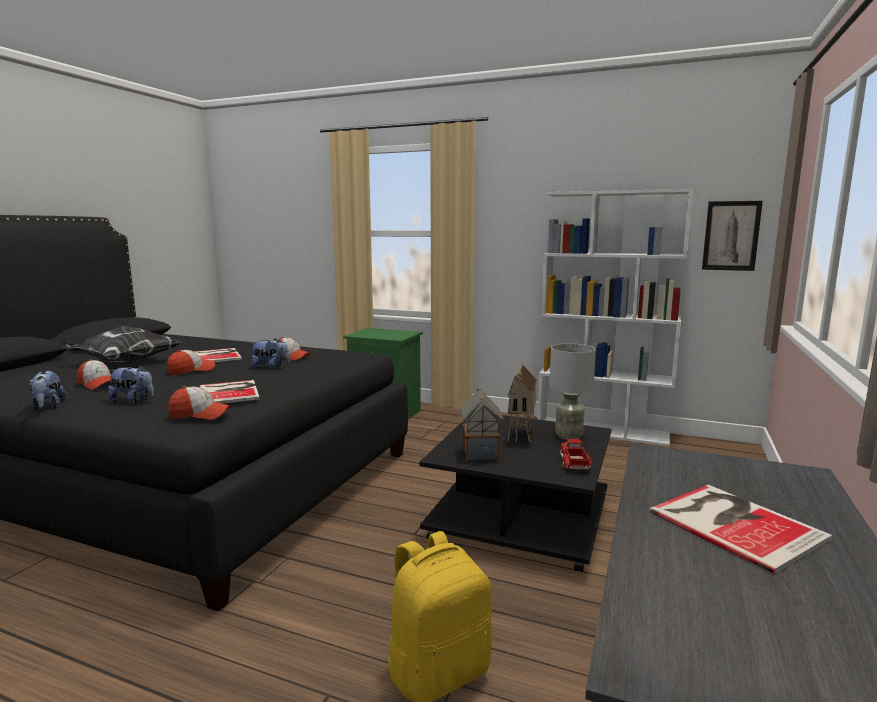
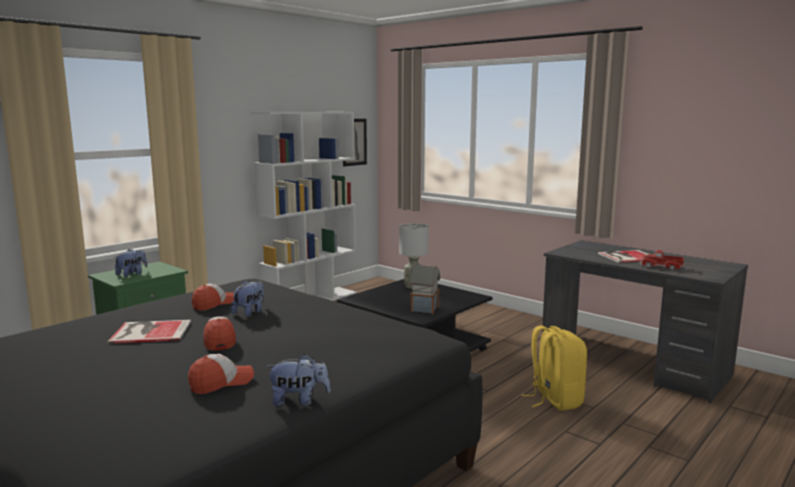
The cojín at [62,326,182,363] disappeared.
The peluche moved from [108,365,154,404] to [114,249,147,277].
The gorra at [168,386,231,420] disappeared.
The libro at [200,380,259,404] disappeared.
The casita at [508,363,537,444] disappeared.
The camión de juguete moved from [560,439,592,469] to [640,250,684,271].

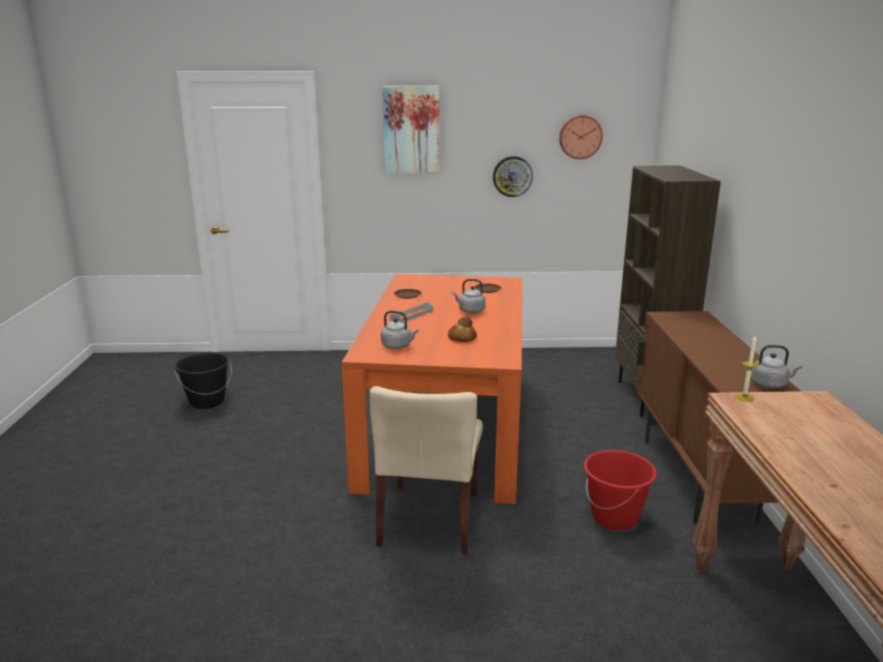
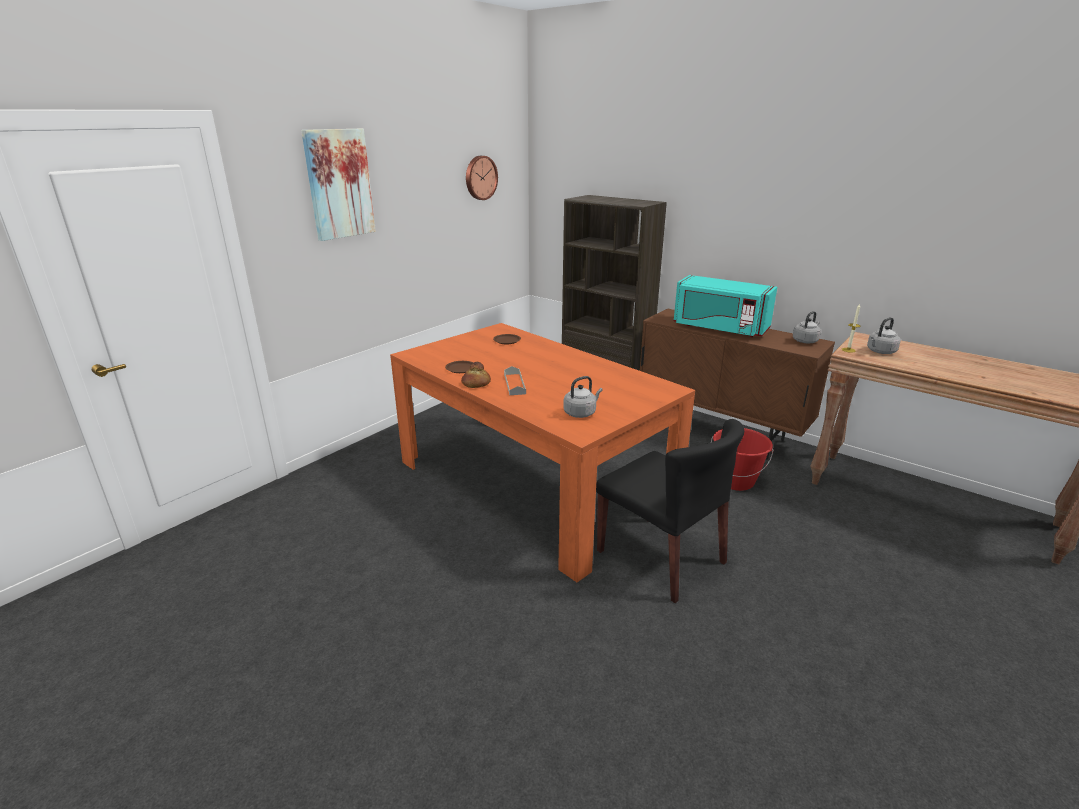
The cubo [negro] at [174,353,232,409] disappeared.
The silla [beis] at [370,386,483,554] became the silla [negro] at [596,419,744,603].
The pan moved from [448,317,477,342] to [461,362,491,388].
The hervidor [gris] moved from [452,279,486,313] to [867,317,900,354].
The reloj de pared at [493,156,533,197] disappeared.
The microondas [turquesa] at [674,275,777,337] appeared.

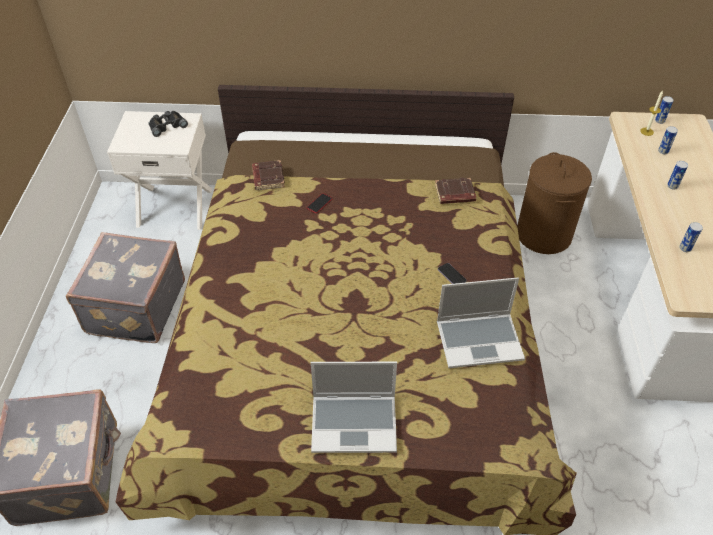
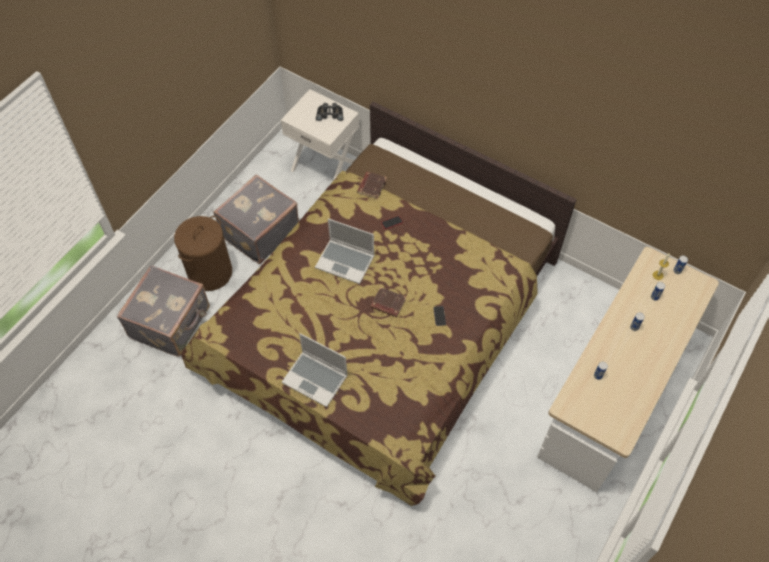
The libro [marrón] moved from [435,178,476,204] to [371,287,406,317].
The portátil moved from [437,277,525,368] to [315,218,375,284].
The cesto de la ropa [marrón] moved from [517,152,592,254] to [174,216,232,291].

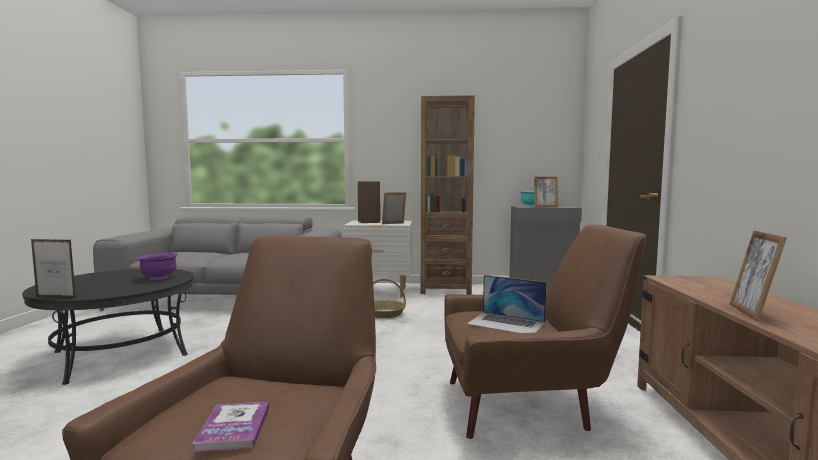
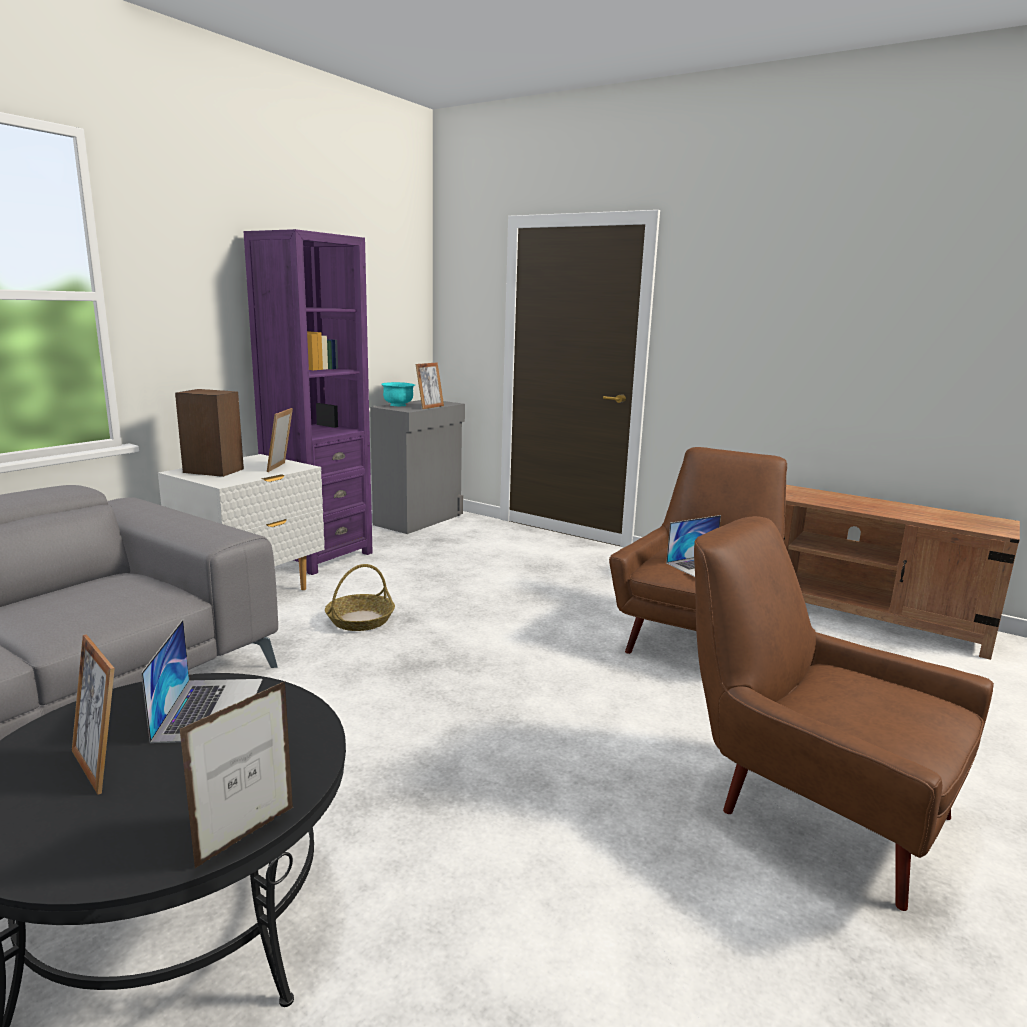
The cuenco [morado] at [136,253,178,280] was replaced by the portátil at [141,620,262,743].
The libro at [192,402,269,452] disappeared.
The estantería [marrón] at [421,95,475,295] became the estantería [morado] at [244,229,373,575].
The portarretratos moved from [729,230,787,321] to [72,634,115,795].

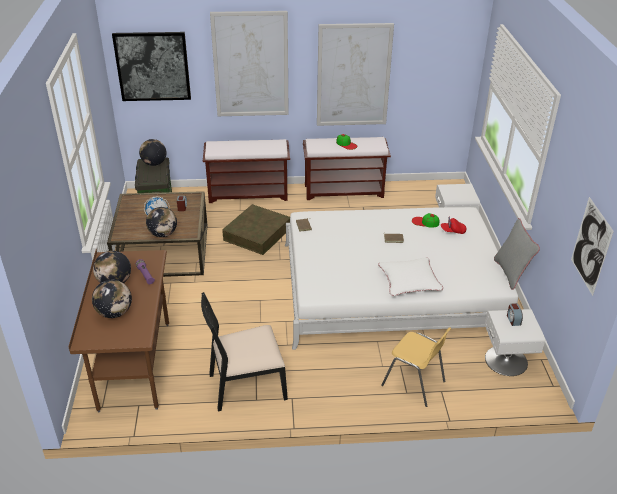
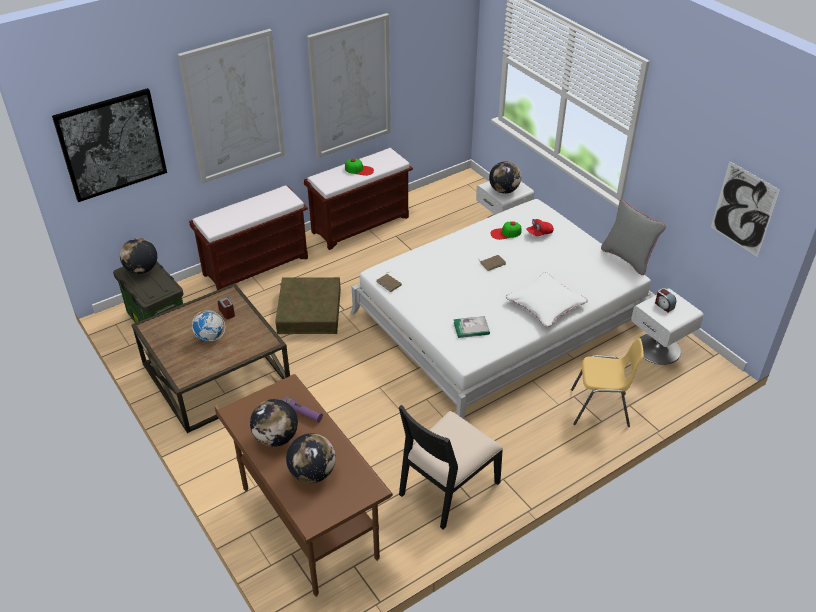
The globo terráqueo moved from [146,207,177,237] to [489,161,521,194].
The libro at [454,316,490,338] appeared.

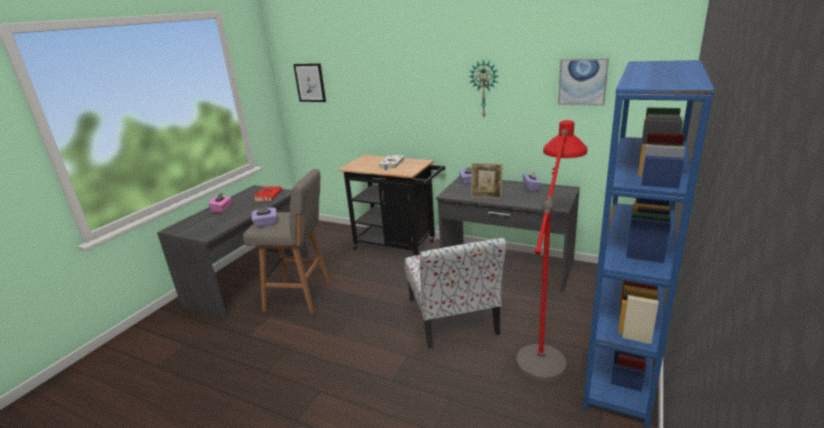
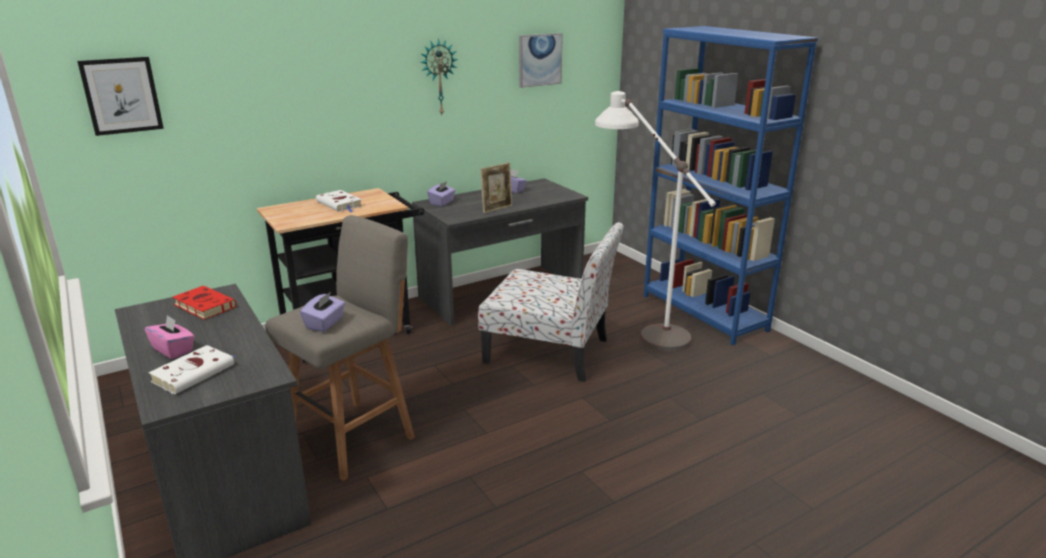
The lámpara de pie [rojo] at [515,120,587,382] became the lámpara de pie [blanco] at [595,91,716,352].
The libro [blanco] at [148,345,236,394] appeared.

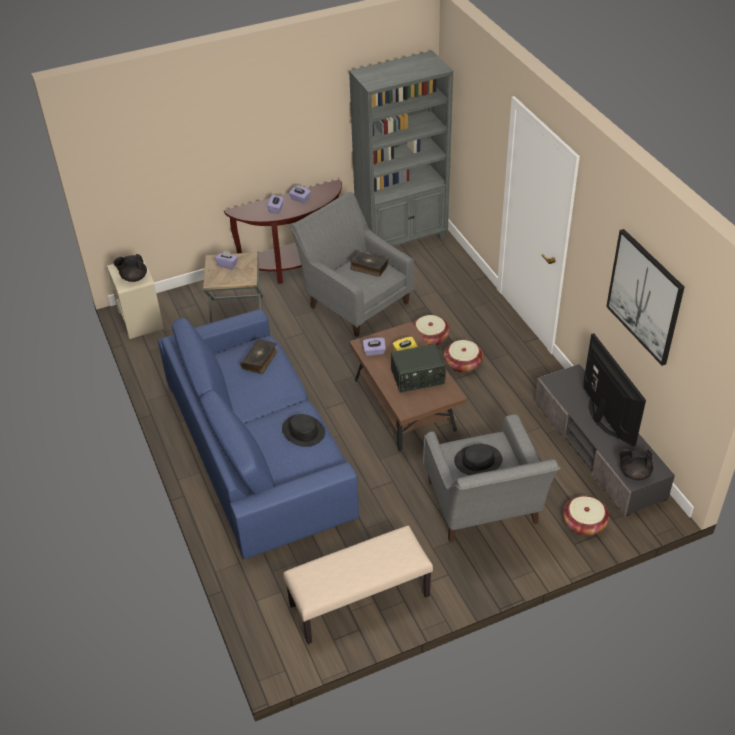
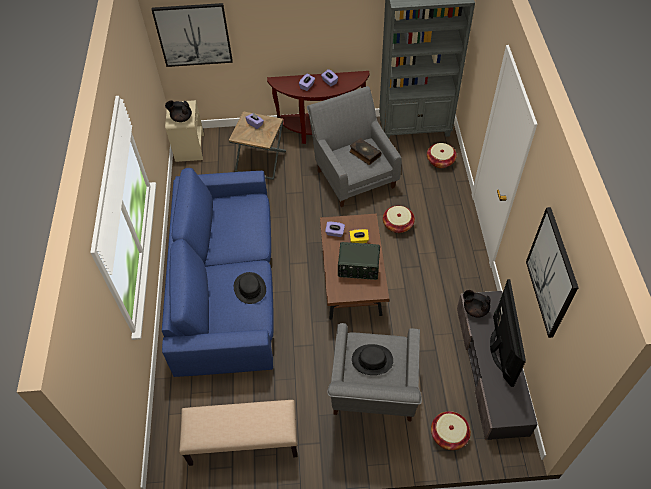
The libro at [240,339,278,374] disappeared.
The cesta moved from [444,340,483,373] to [427,143,457,168].
The tetera [negro] moved from [619,449,653,480] to [463,290,491,317].
The cuadro at [152,3,233,67] appeared.

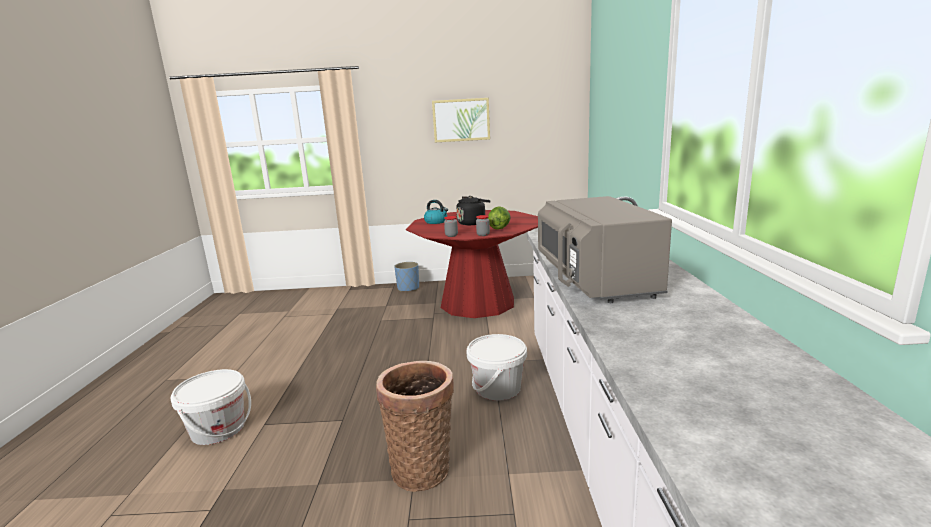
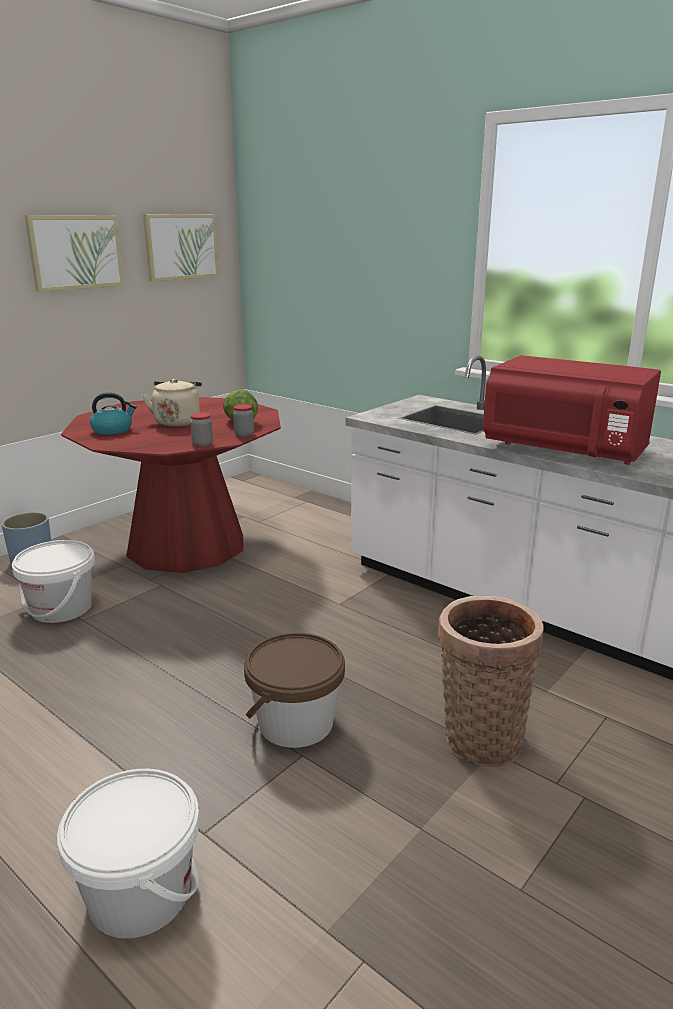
The hervidor [negro] at [456,196,490,225] became the hervidor [beis] at [142,379,202,427].
The cubo [blanco] moved from [466,334,527,401] to [12,540,95,623].
The microondas [gris] at [538,196,672,303] became the microondas [rojo] at [483,355,661,465].
The cuadro at [143,214,219,282] appeared.
The cubo [marrón] at [244,633,345,748] appeared.

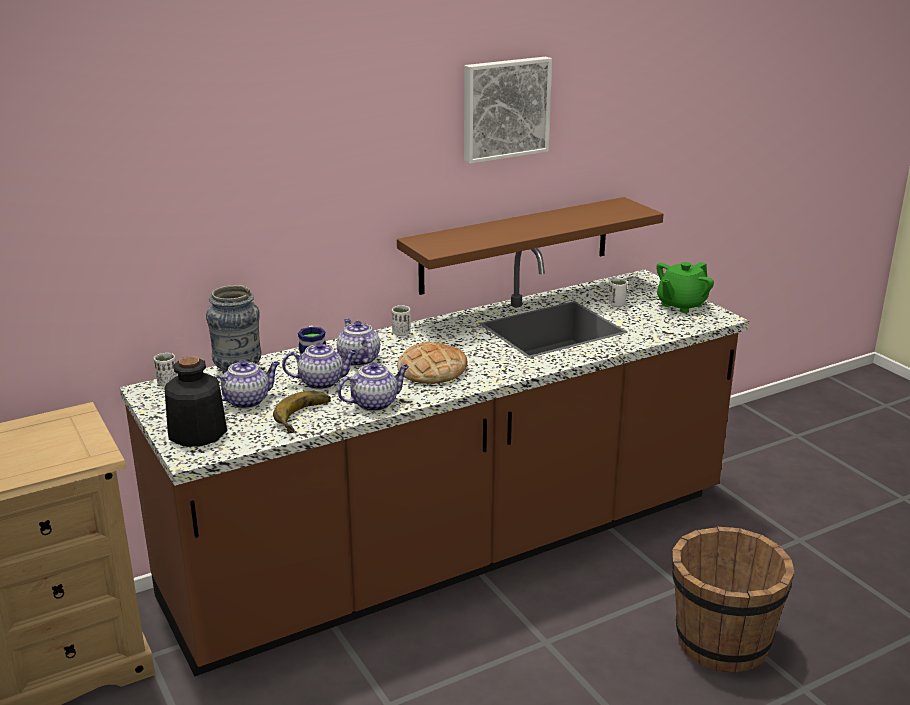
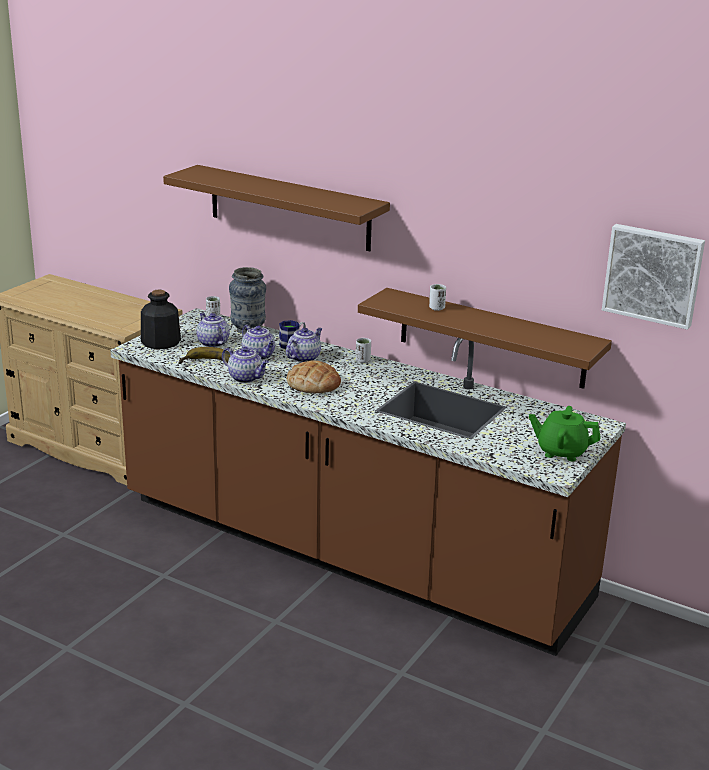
The tetera at [214,360,280,409] turned 150 degrees counterclockwise.
The cuadro moved from [464,56,552,164] to [602,224,705,330].
The taza [blanco] moved from [609,278,627,307] to [429,284,446,311].
The cubo [marrón] at [672,527,795,673] disappeared.
The estante [marrón] at [163,165,390,251] appeared.

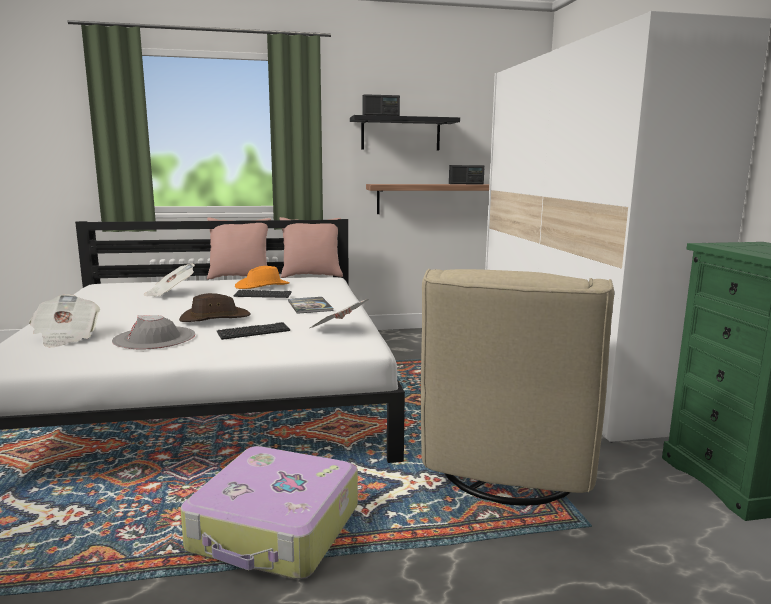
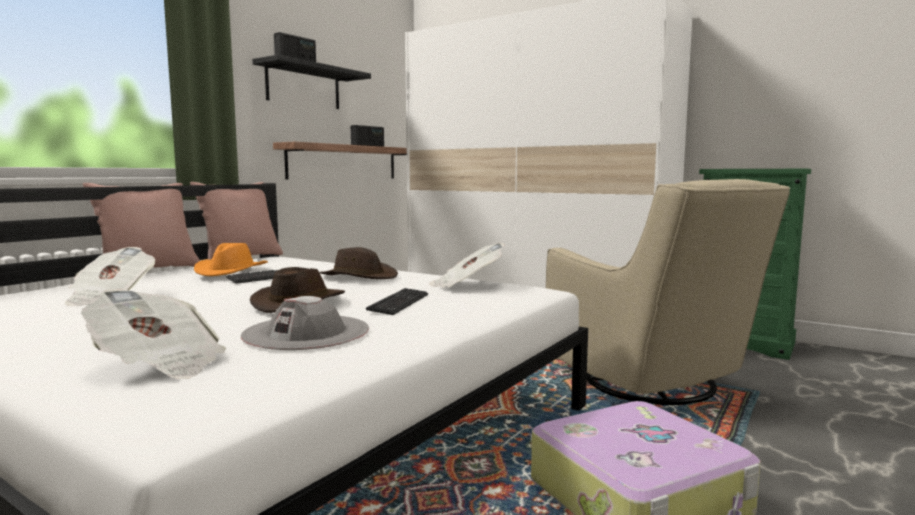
The libro at [288,297,334,314] was replaced by the sombrero [marrón] at [320,247,398,279].

